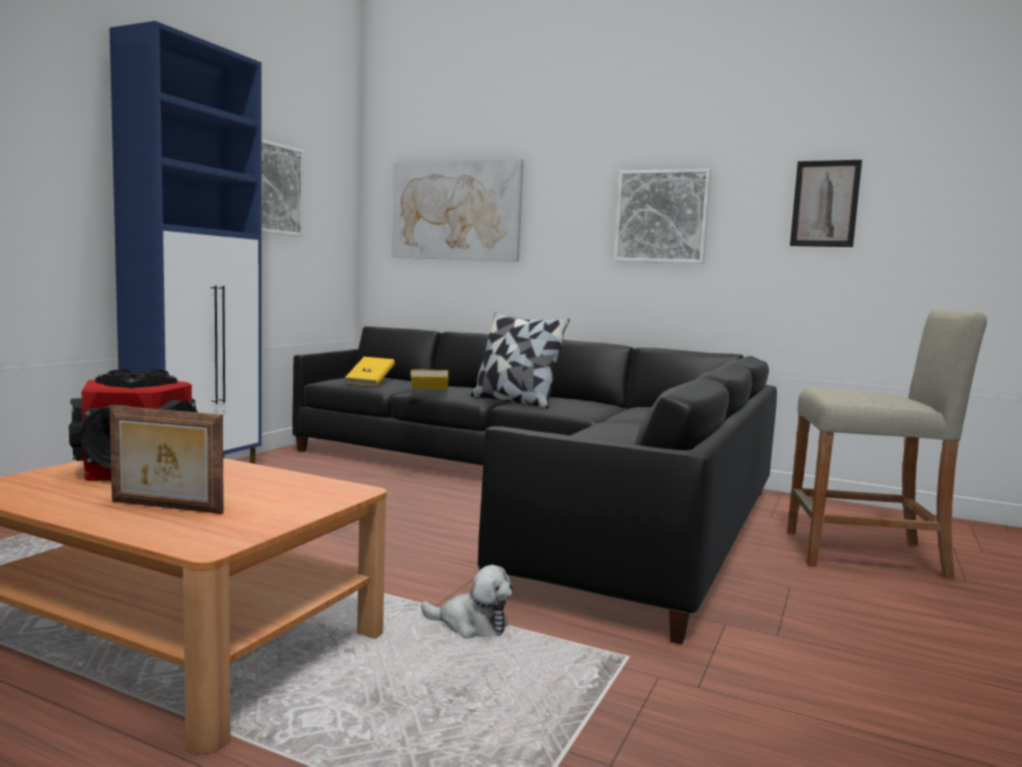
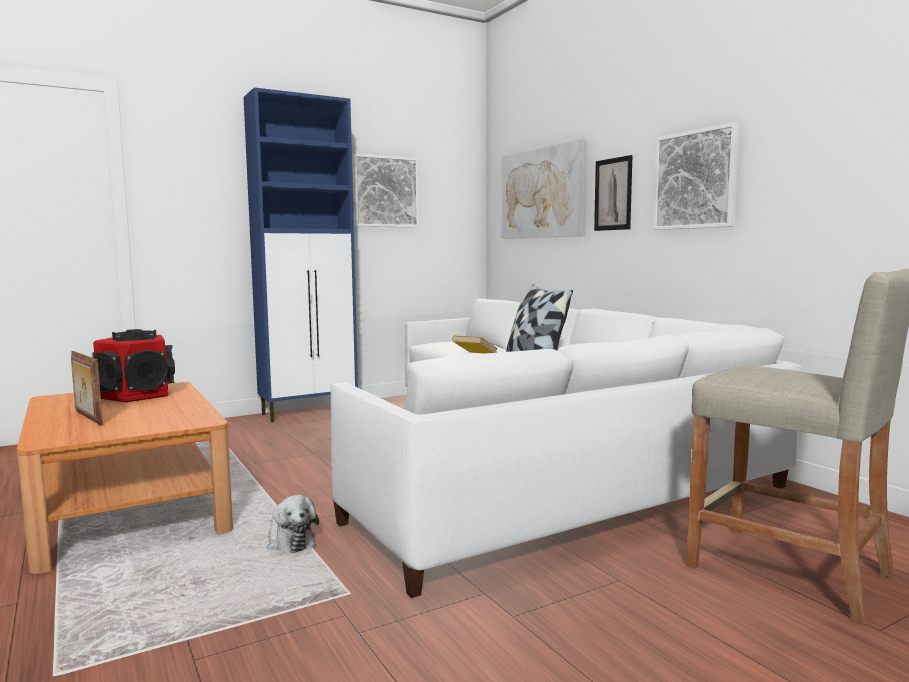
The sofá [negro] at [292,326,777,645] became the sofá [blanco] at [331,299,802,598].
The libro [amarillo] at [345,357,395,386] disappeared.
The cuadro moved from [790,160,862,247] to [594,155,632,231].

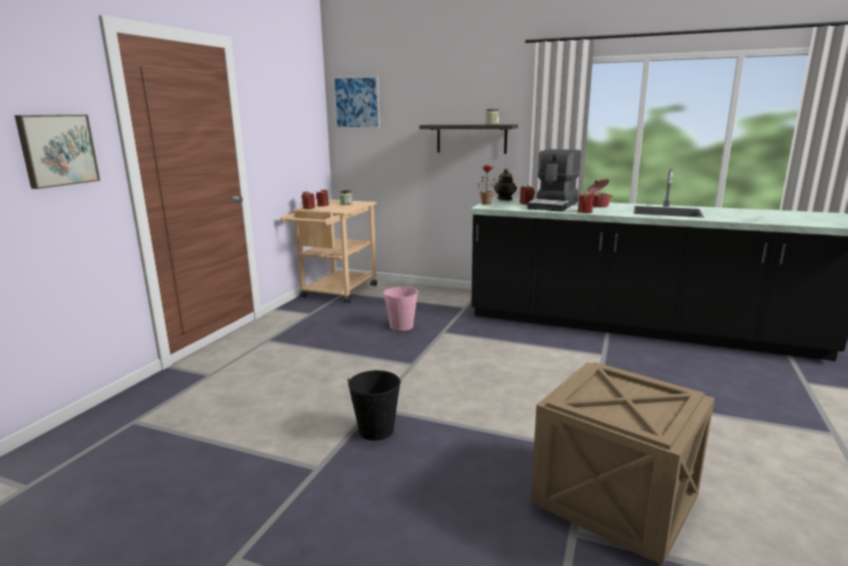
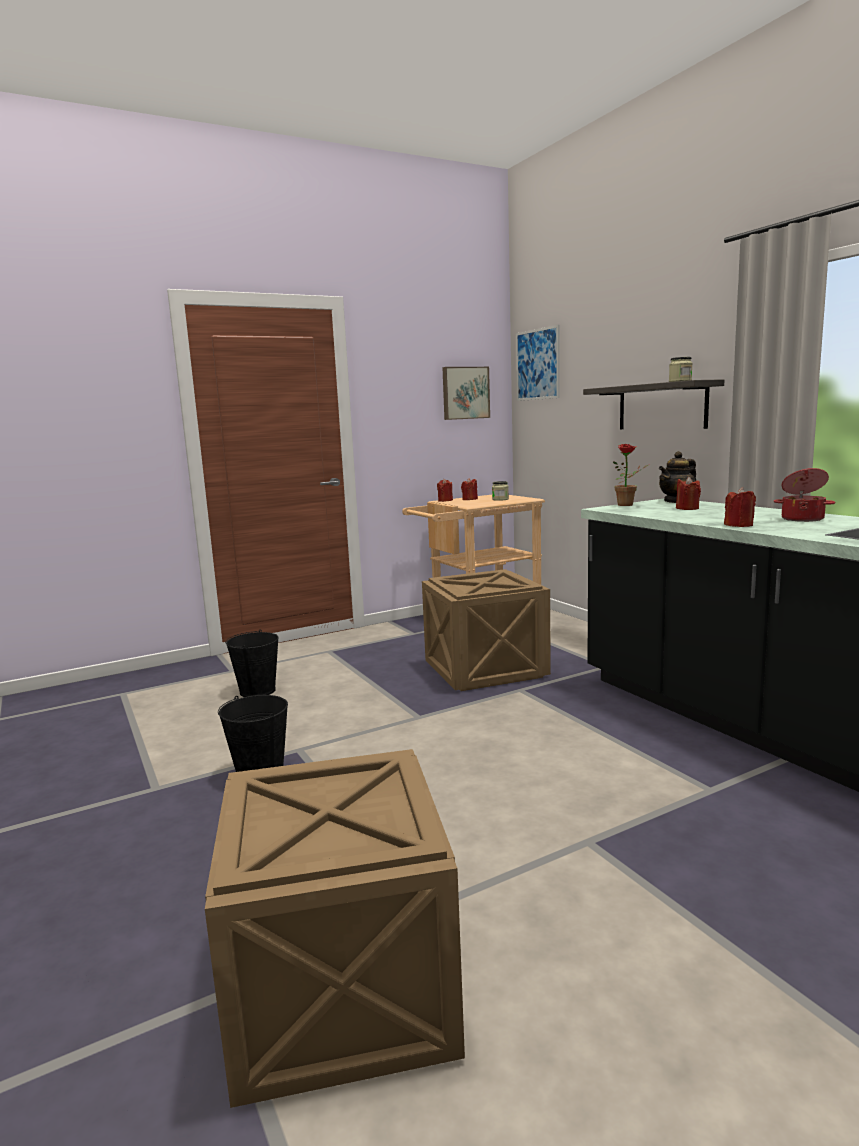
The cuadro moved from [15,115,100,189] to [442,367,490,420].
The cubo [rosa] at [383,286,418,331] was replaced by the caja de embalaje at [422,569,551,691].
The cafetera at [527,149,581,212] disappeared.
The cubo [negro] at [225,629,279,697] appeared.

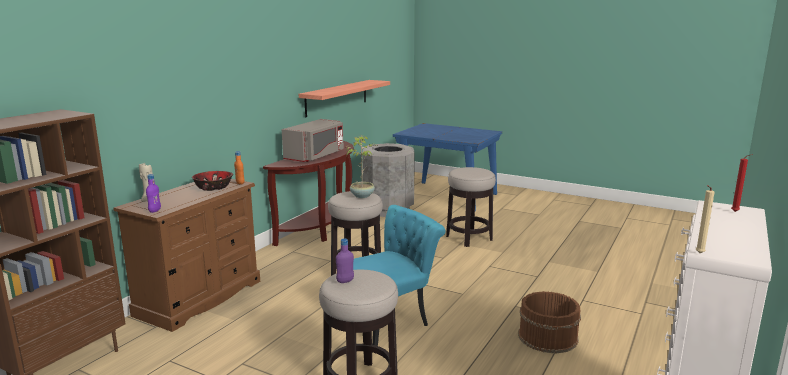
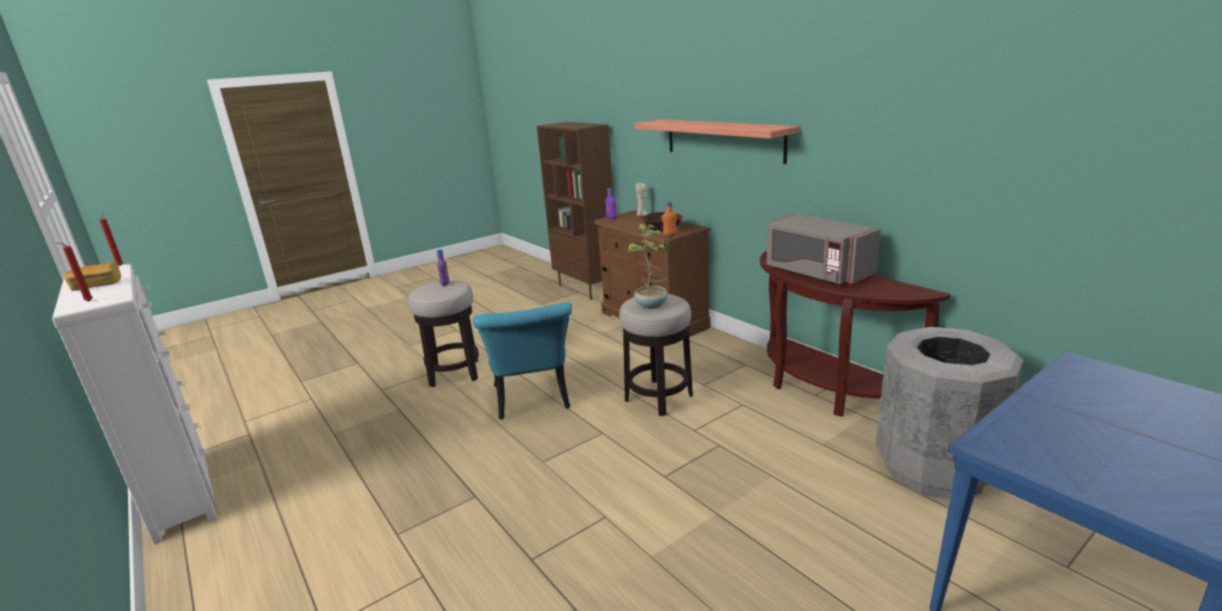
The estante moved from [299,80,390,117] to [635,119,800,164].
The taburete at [446,167,496,247] disappeared.
The cubo [marrón] at [518,291,581,353] disappeared.
The vela [beis] at [696,185,714,253] became the vela [rojo] at [99,213,123,266].
The pan at [64,262,121,291] appeared.

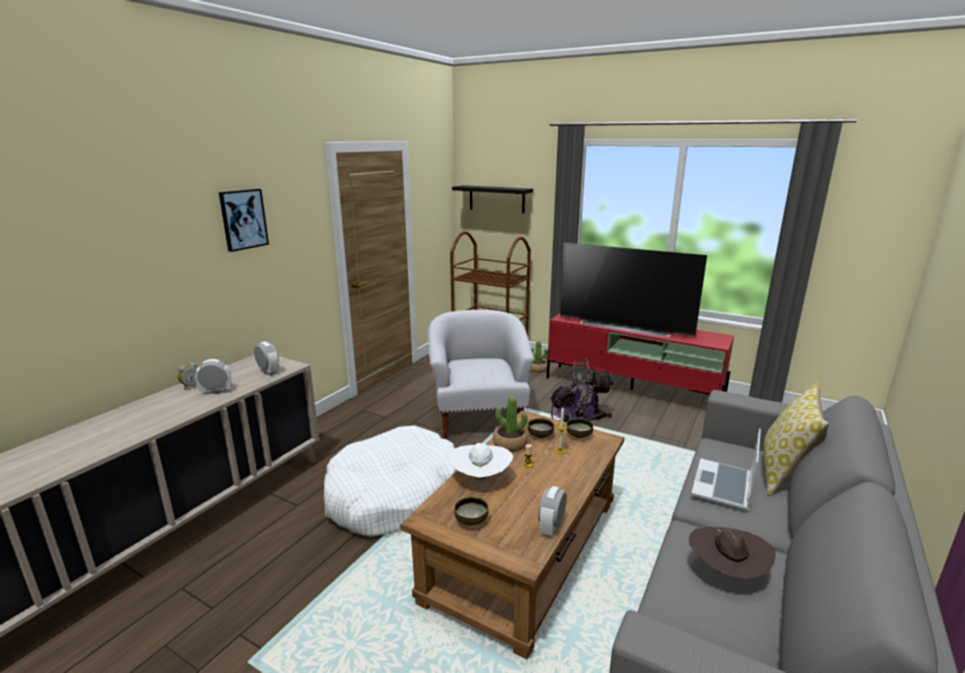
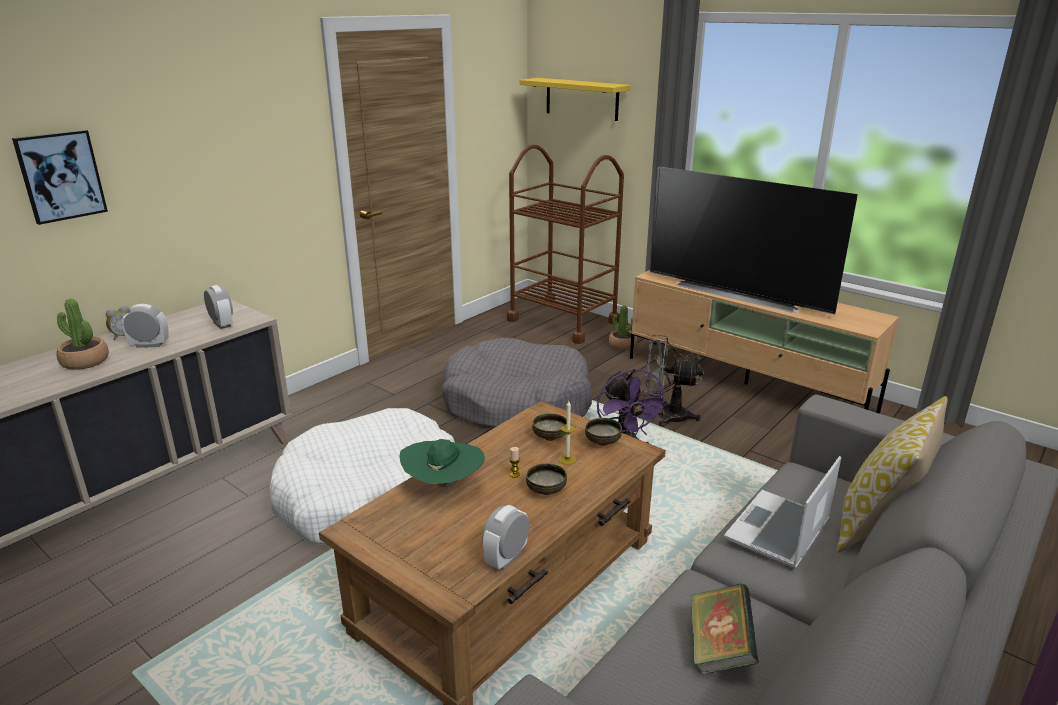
The cuadro moved from [219,189,269,252] to [12,130,108,225].
The sillón [blanco] at [428,310,534,438] was replaced by the cama para perro [gris] at [441,338,592,428].
The sombrero [blanco] at [447,443,514,482] became the sombrero [verde] at [399,439,485,494].
The estante [negro] at [452,185,533,213] became the estante [amarillo] at [520,78,631,121].
The cuenco moved from [454,497,489,525] to [526,463,567,495].
The planta en maceta moved from [493,397,528,452] to [56,298,109,370].
The mueble de televisión [rojo] at [547,313,734,395] became the mueble de televisión [beis] at [630,270,899,413].
The sombrero [marrón] at [689,527,776,579] was replaced by the libro at [690,583,759,675].

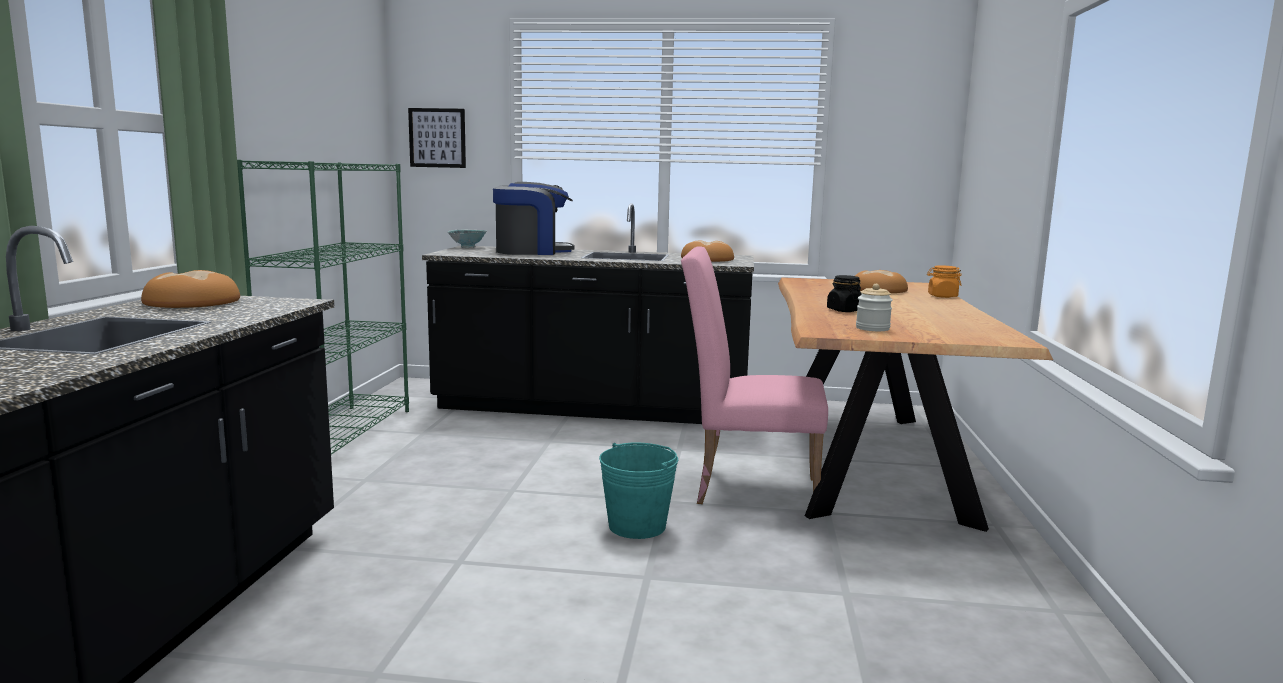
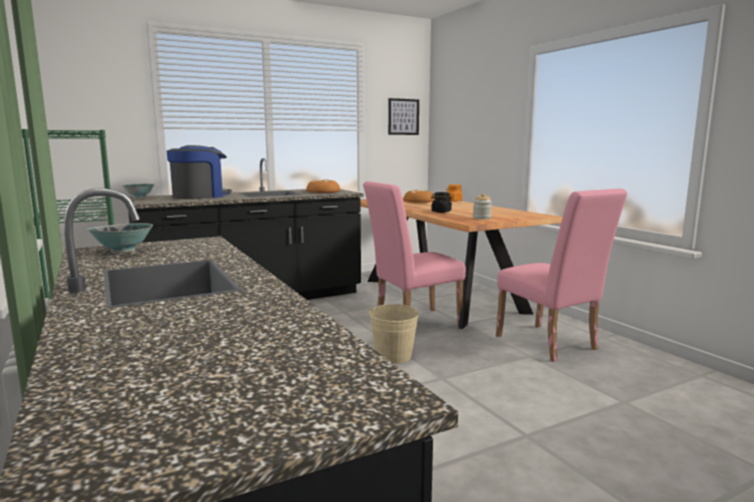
The pan at [141,270,240,308] was replaced by the cuenco at [87,223,153,254].
The cuadro moved from [408,108,466,168] to [388,98,419,135].
The cubo [turquesa] at [599,442,678,539] became the cubo [beis] at [369,304,419,364].
The silla [rosa] at [496,189,628,362] appeared.

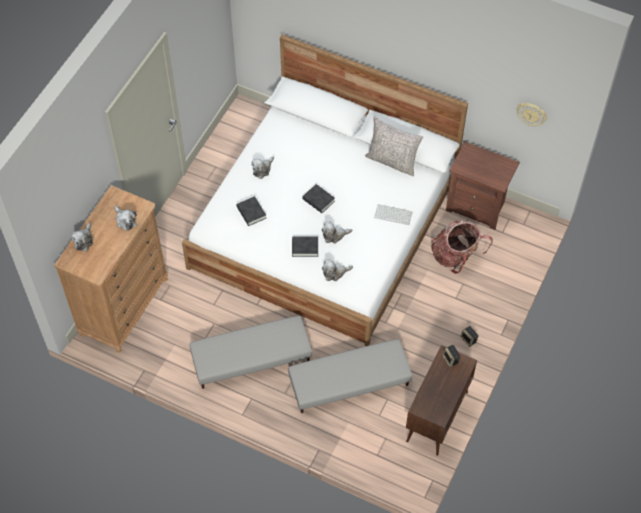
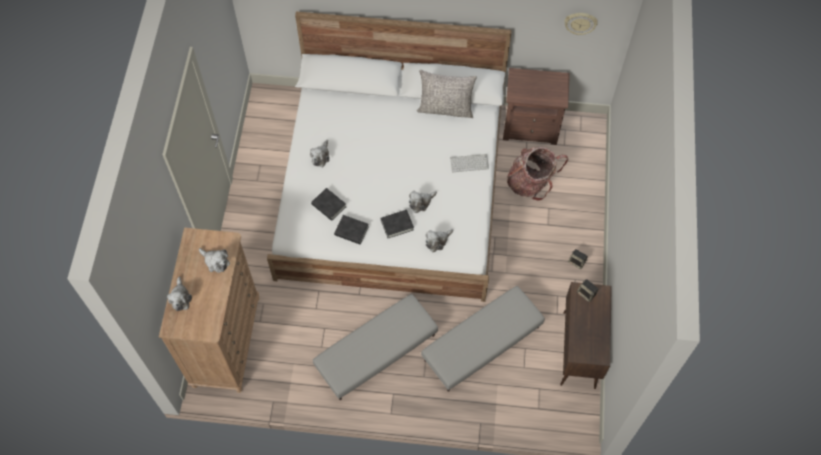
The libro [negro] moved from [303,184,335,213] to [334,215,369,244].

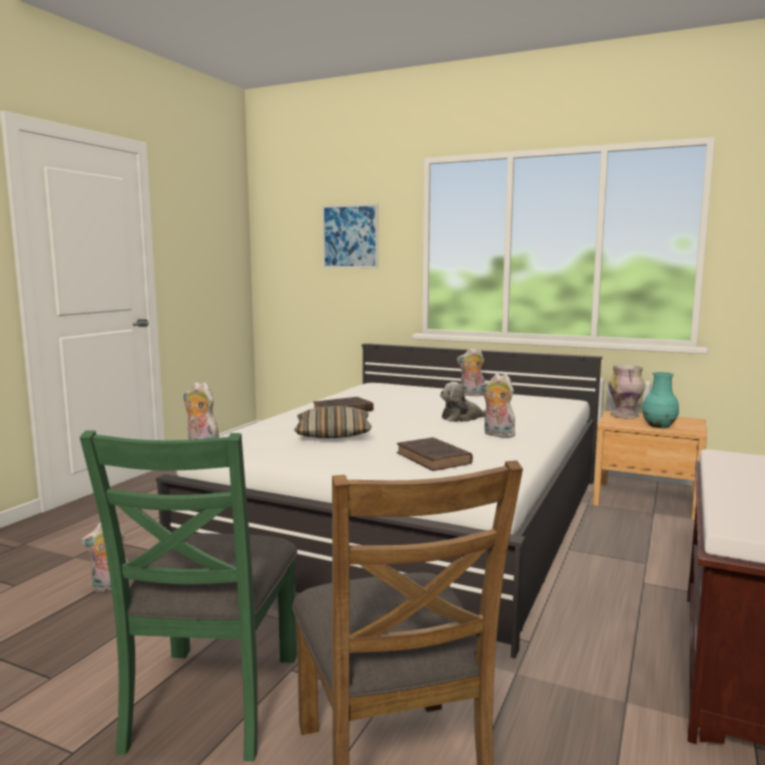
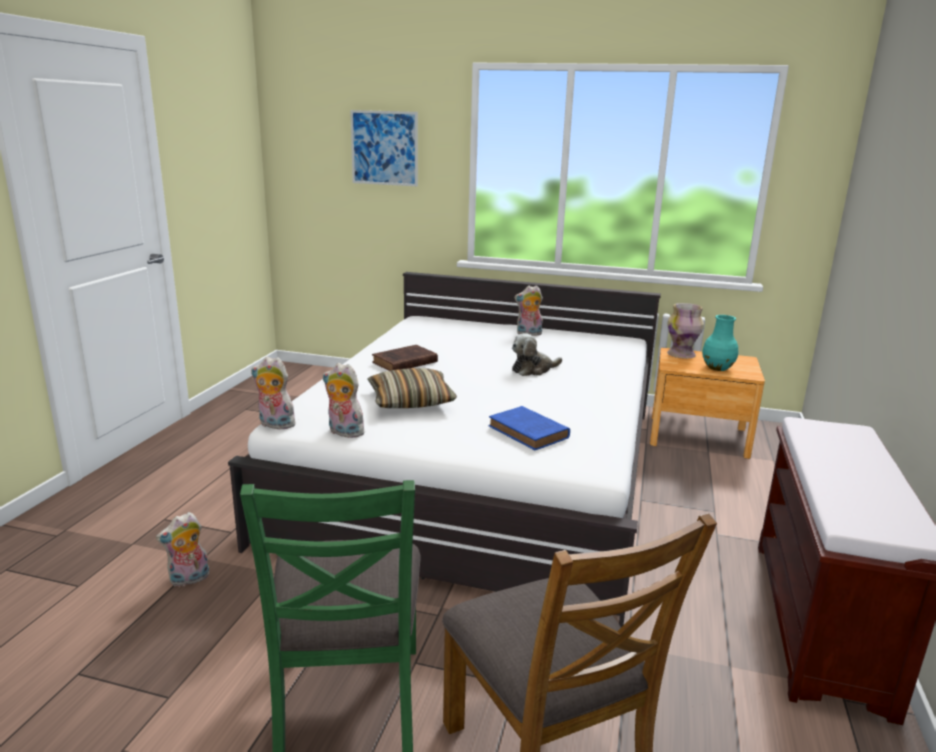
The libro [marrón] at [397,437,473,471] became the libro [azul] at [488,406,570,450].
The peluche moved from [481,374,518,437] to [323,363,364,438].

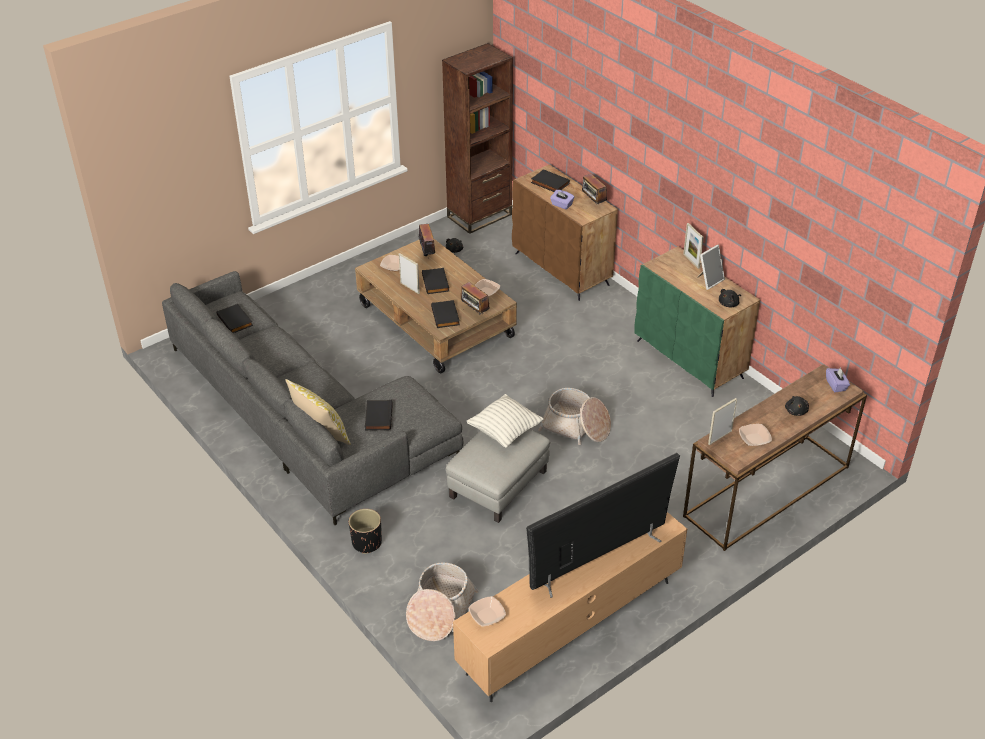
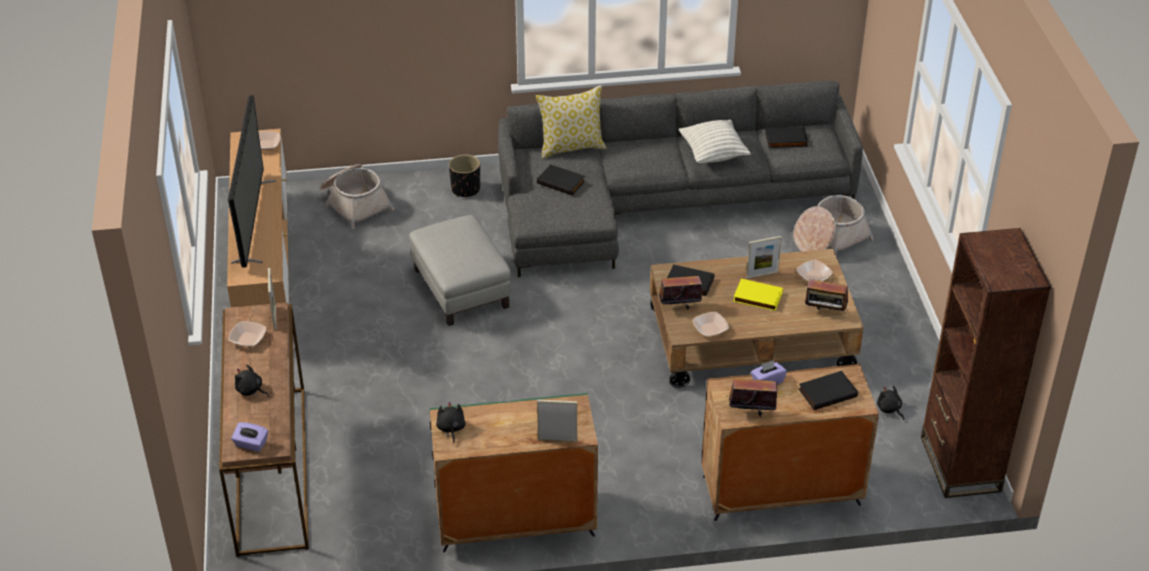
The libro [negro] at [422,268,449,294] became the libro [amarillo] at [733,279,783,311].
The cojín moved from [467,394,544,448] to [679,120,751,163].
The cesta moved from [538,388,611,445] to [793,195,874,255].
The portarretratos at [697,245,725,290] disappeared.

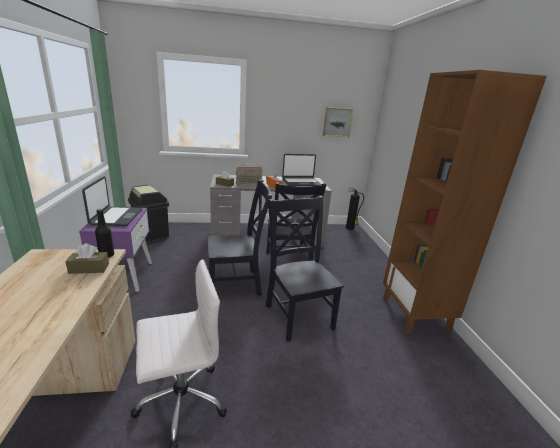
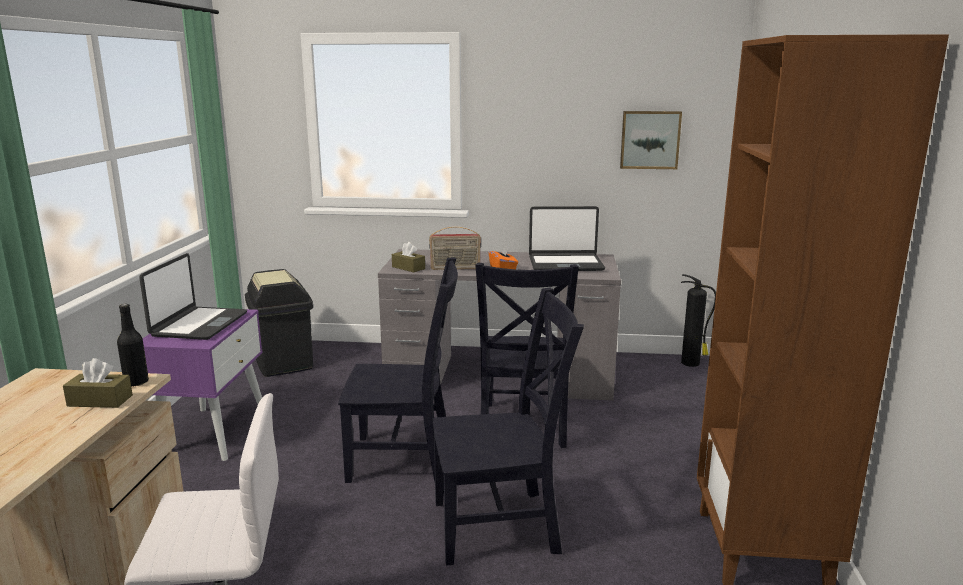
The silla [negro] at [266,196,344,341] turned 90 degrees clockwise.

